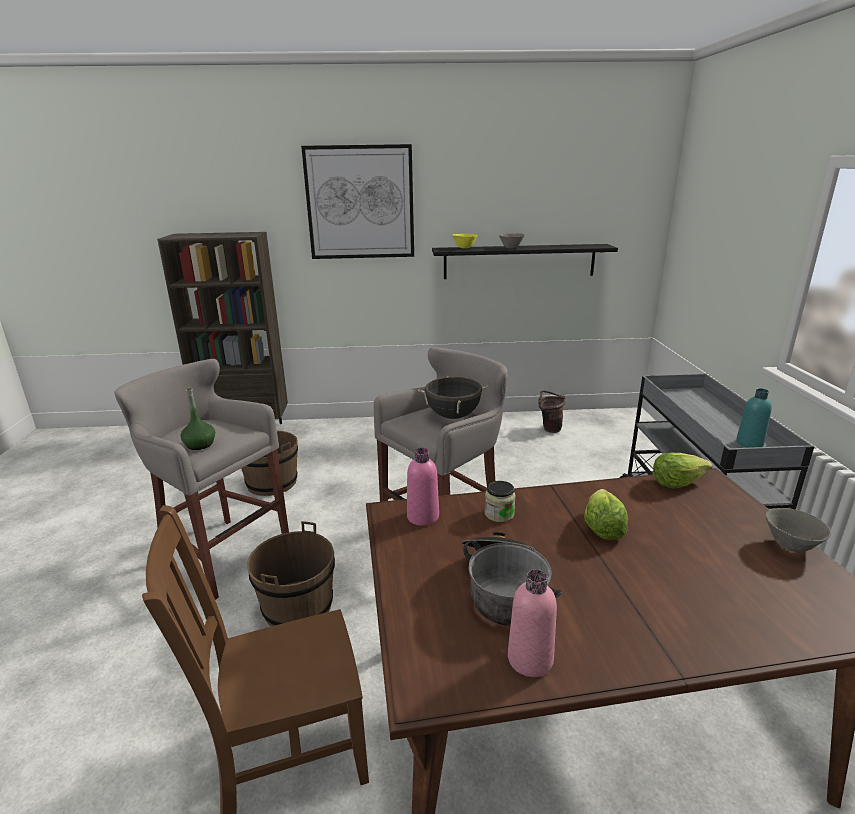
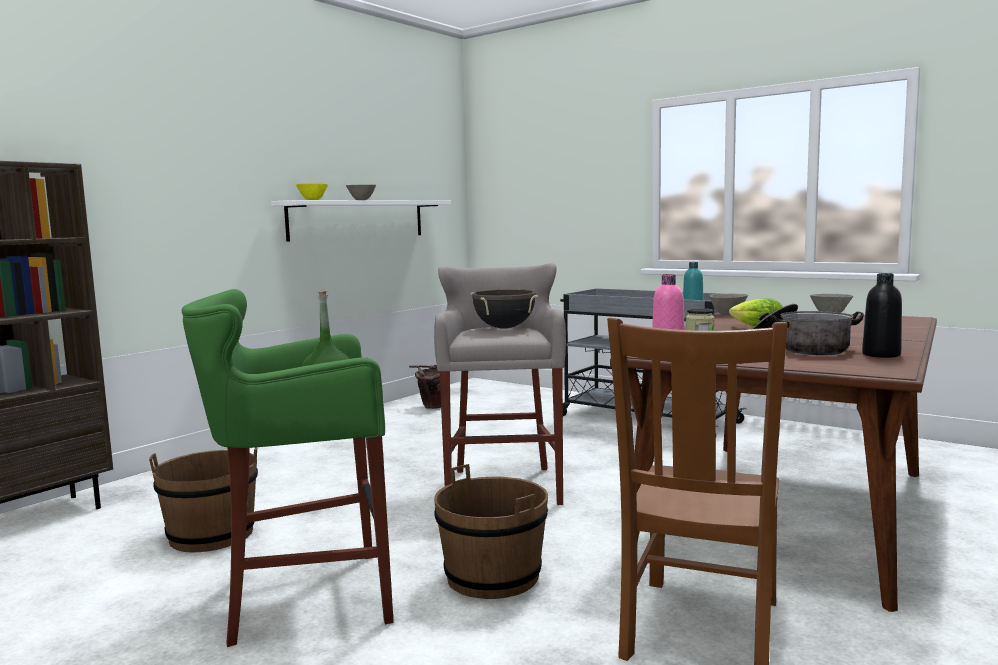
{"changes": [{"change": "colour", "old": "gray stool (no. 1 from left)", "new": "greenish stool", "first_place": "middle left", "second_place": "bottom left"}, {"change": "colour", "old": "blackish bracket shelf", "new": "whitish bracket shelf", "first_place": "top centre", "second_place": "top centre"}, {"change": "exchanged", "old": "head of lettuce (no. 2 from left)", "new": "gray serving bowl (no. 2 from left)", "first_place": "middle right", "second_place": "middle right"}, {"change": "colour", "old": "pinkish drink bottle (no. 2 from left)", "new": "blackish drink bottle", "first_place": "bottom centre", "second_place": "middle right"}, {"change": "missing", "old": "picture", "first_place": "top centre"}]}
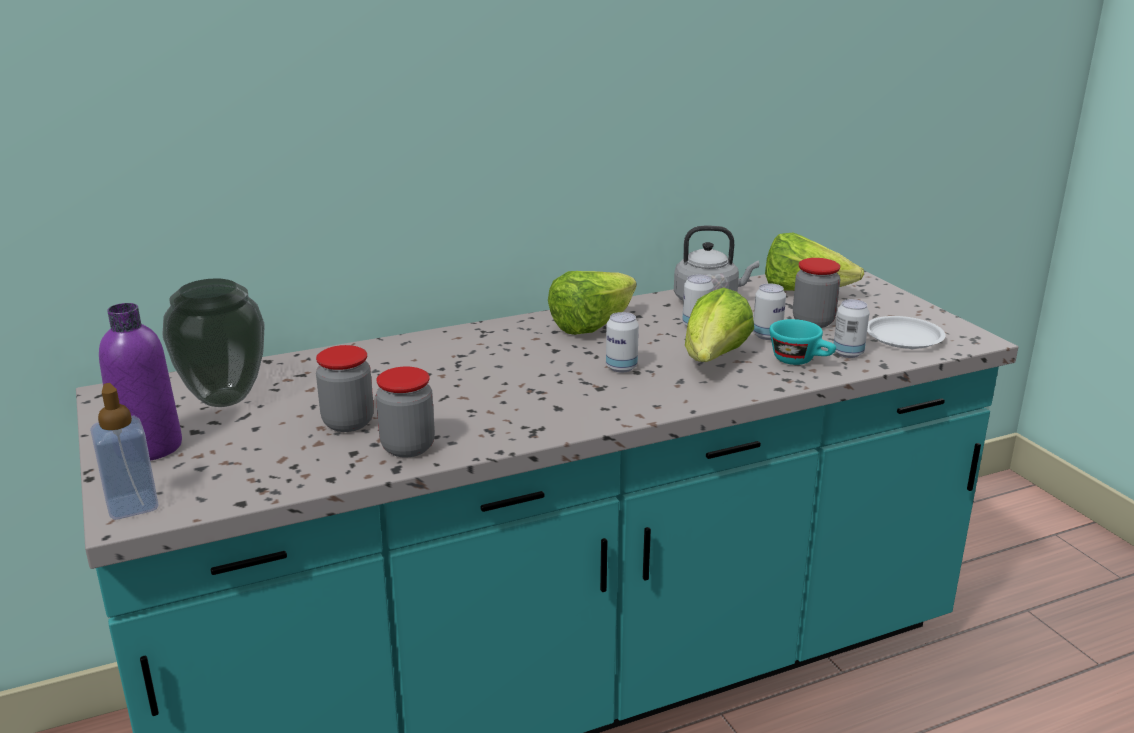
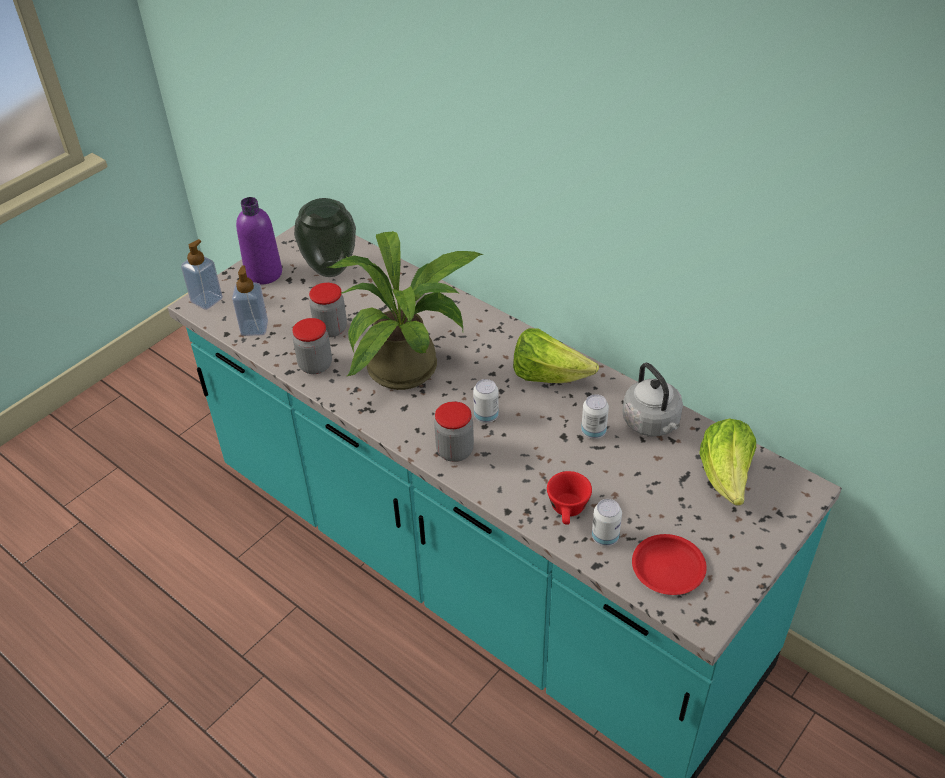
{"changes": [{"change": "appeared", "new": "soap bottle (no. 2 from left)", "second_place": "middle left"}, {"change": "appeared", "new": "houseplant", "second_place": "centre"}, {"change": "relocated", "old": "jar (no. 3 from left)", "first_place": "middle right", "second_place": "centre"}, {"change": "colour", "old": "blue-green cup", "new": "reddish cup", "first_place": "middle right", "second_place": "centre"}, {"change": "colour", "old": "whitish flat dish", "new": "reddish flat dish", "first_place": "middle right", "second_place": "bottom right"}, {"change": "missing", "old": "head of lettuce (no. 2 from left)", "first_place": "centre"}, {"change": "missing", "old": "sealed can (no. 3 from left)", "first_place": "middle right"}]}
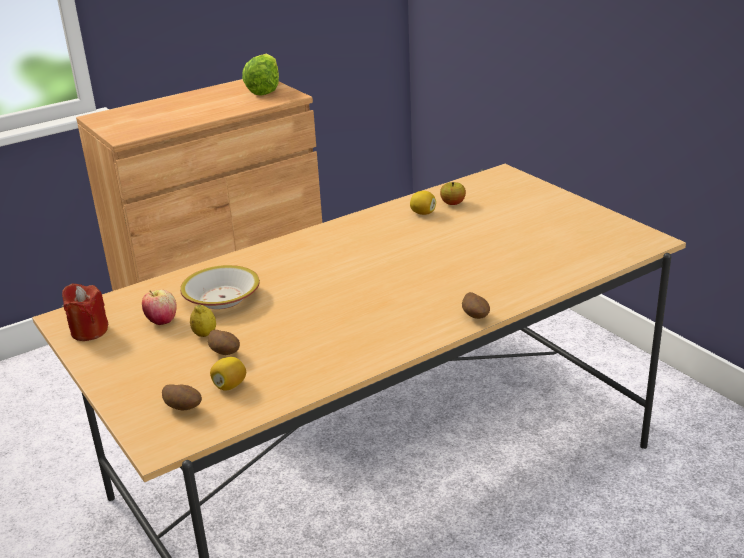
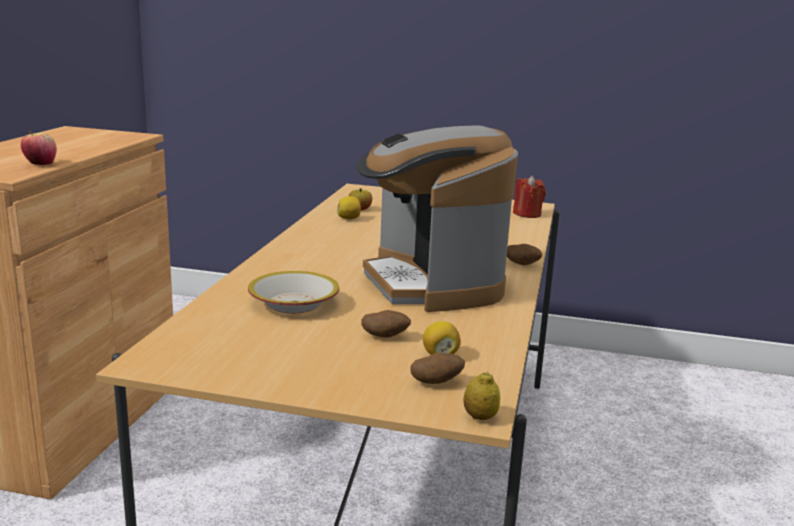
{"changes": [{"change": "relocated", "old": "apple (no. 1 from left)", "first_place": "middle left", "second_place": "top left"}, {"change": "appeared", "new": "coffee machine", "second_place": "centre"}, {"change": "relocated", "old": "whole lemon (no. 1 from left in the first image)", "new": "whole lemon (no. 3 from left)", "first_place": "middle left", "second_place": "bottom centre"}, {"change": "relocated", "old": "reddish candle", "first_place": "middle left", "second_place": "centre"}, {"change": "missing", "old": "head of lettuce", "first_place": "top centre"}]}
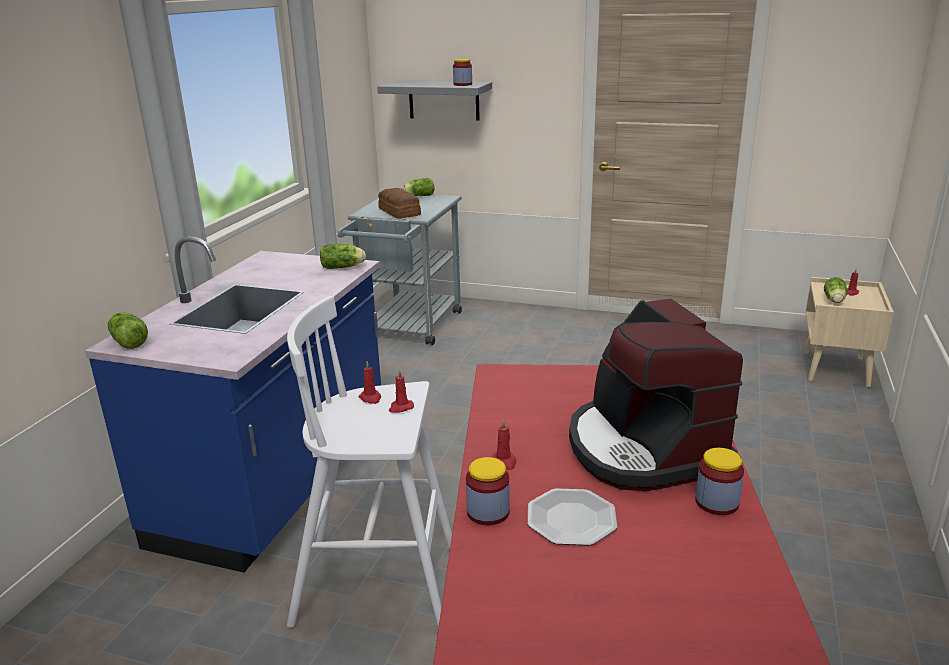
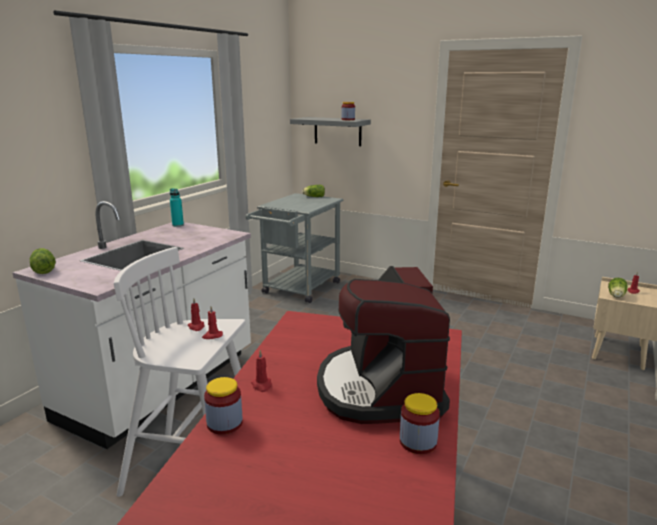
{"changes": [{"change": "colour", "old": "bluish kitchen base unit", "new": "whitish kitchen base unit", "first_place": "middle left", "second_place": "middle left"}, {"change": "appeared", "new": "blue-green drink bottle", "second_place": "middle left"}, {"change": "missing", "old": "head of lettuce (no. 2 from left)", "first_place": "centre"}, {"change": "missing", "old": "bread", "first_place": "top centre"}, {"change": "missing", "old": "flat dish", "first_place": "bottom centre"}]}
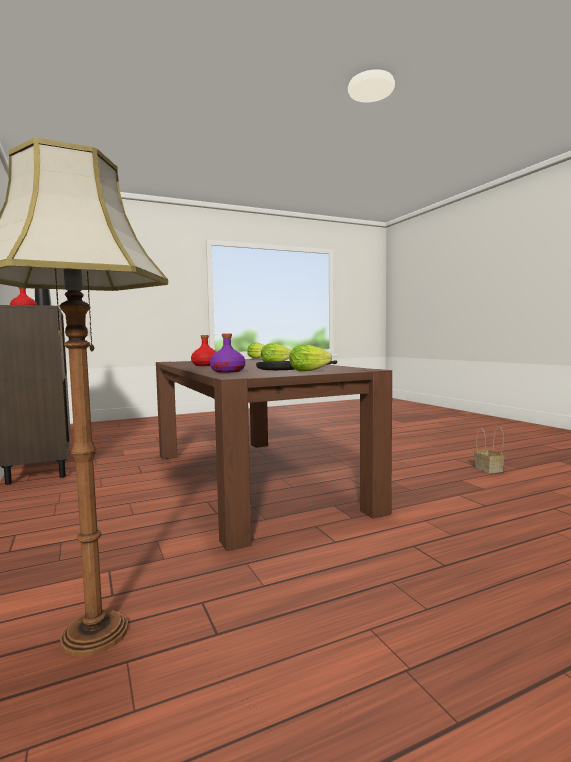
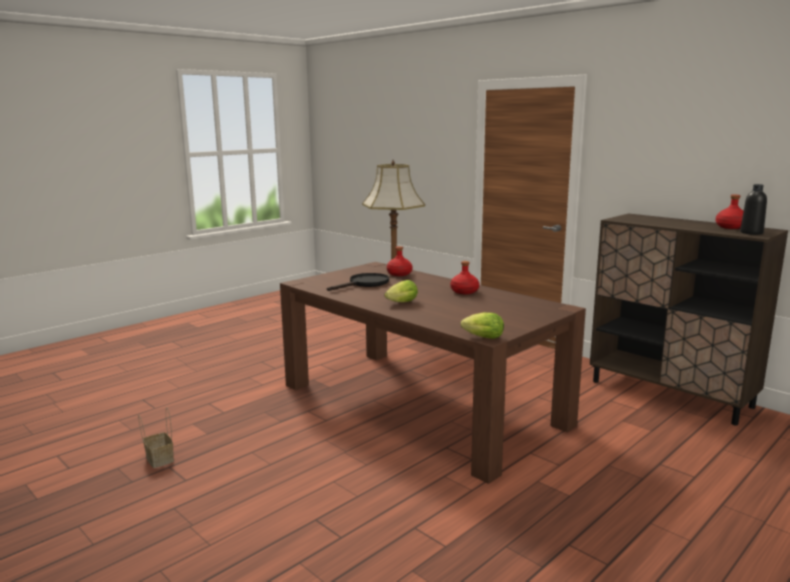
{"changes": [{"change": "colour", "old": "purplish drink bottle", "new": "reddish drink bottle (no. 1 from left)", "first_place": "centre", "second_place": "centre"}, {"change": "missing", "old": "head of lettuce (no. 3 from left)", "first_place": "centre"}]}
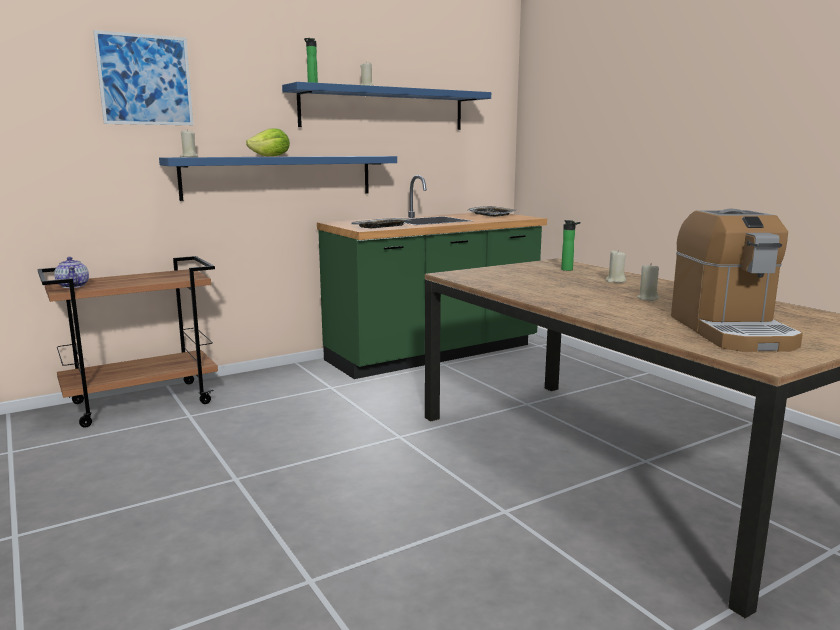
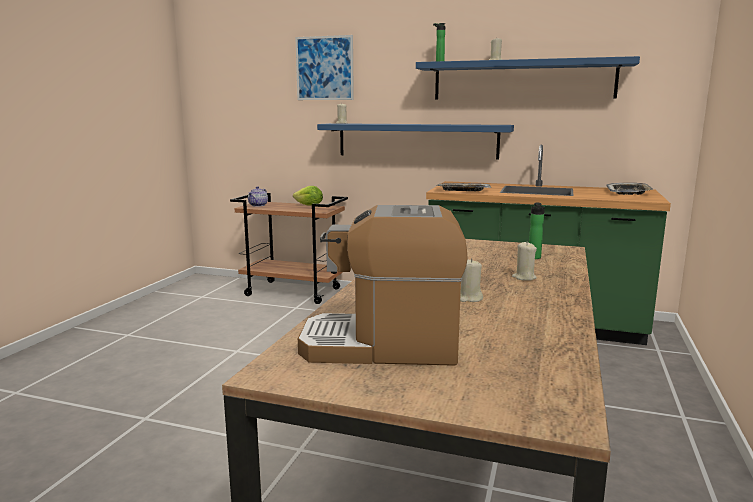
{"changes": [{"change": "relocated", "old": "head of lettuce", "first_place": "top left", "second_place": "centre"}, {"change": "spun", "old": "coffee machine", "first_place": "middle right", "second_place": "centre", "degrees": 45}]}
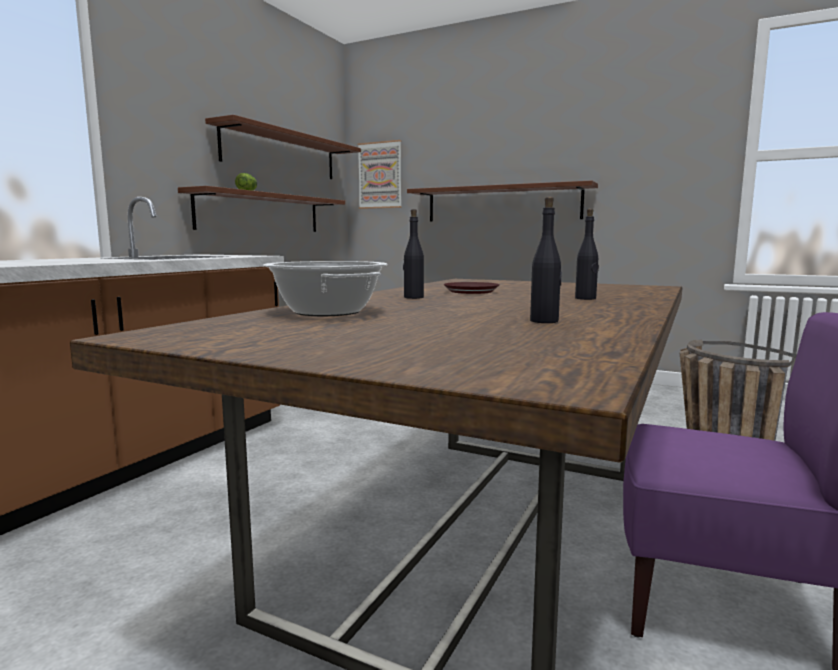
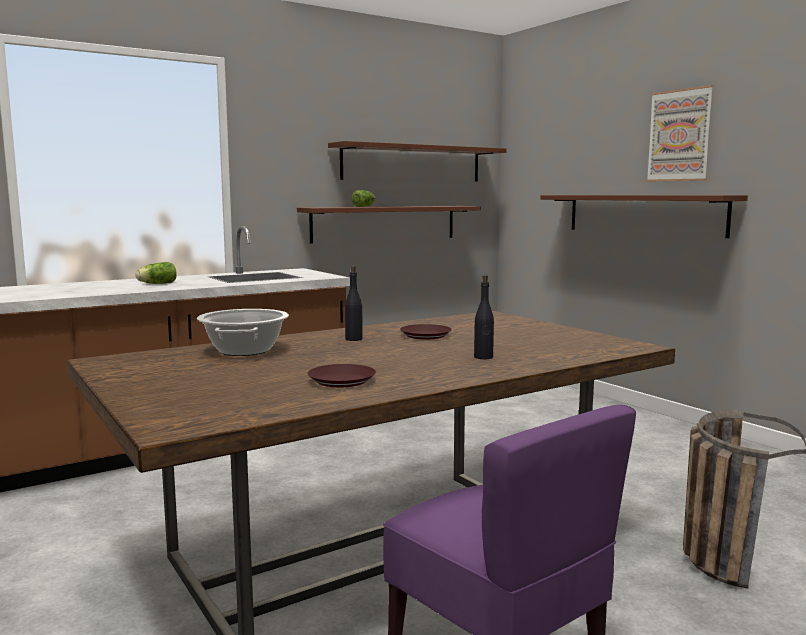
{"changes": [{"change": "appeared", "new": "head of lettuce (no. 1 from left)", "second_place": "middle left"}, {"change": "exchanged", "old": "blackish drink bottle (no. 2 from left)", "new": "brownish flat dish (no. 1 from left)", "first_place": "centre", "second_place": "centre"}, {"change": "relocated", "old": "picture", "first_place": "top centre", "second_place": "top right"}]}
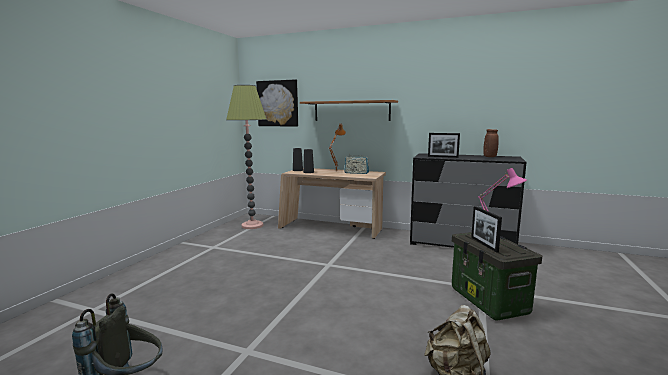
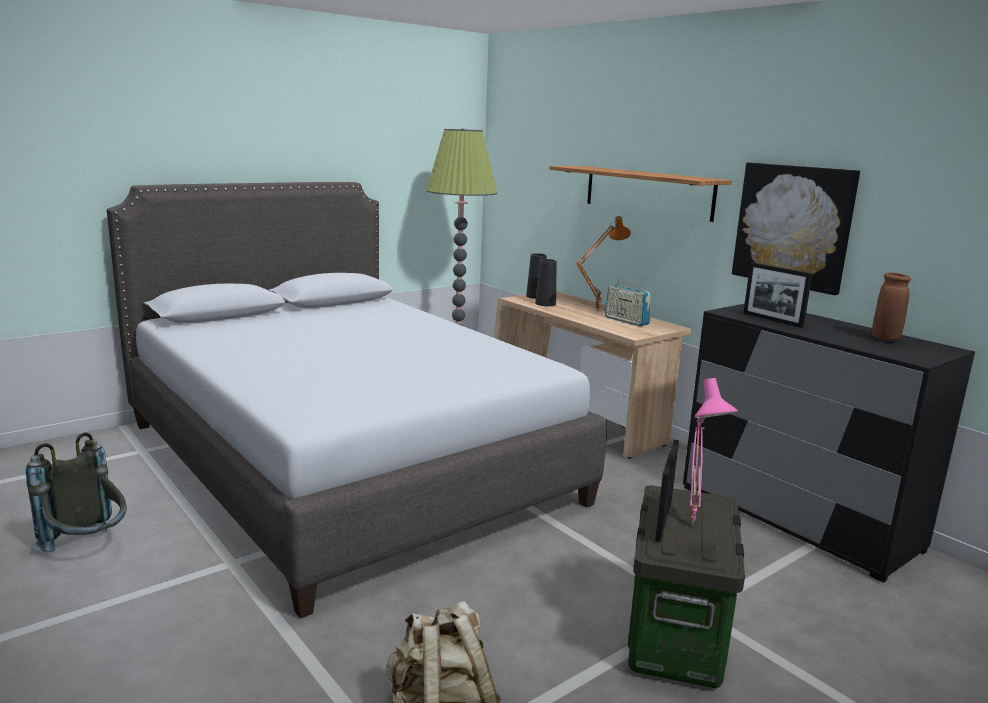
{"changes": [{"change": "appeared", "new": "gray bed", "second_place": "centre"}, {"change": "relocated", "old": "picture", "first_place": "top centre", "second_place": "top right"}]}
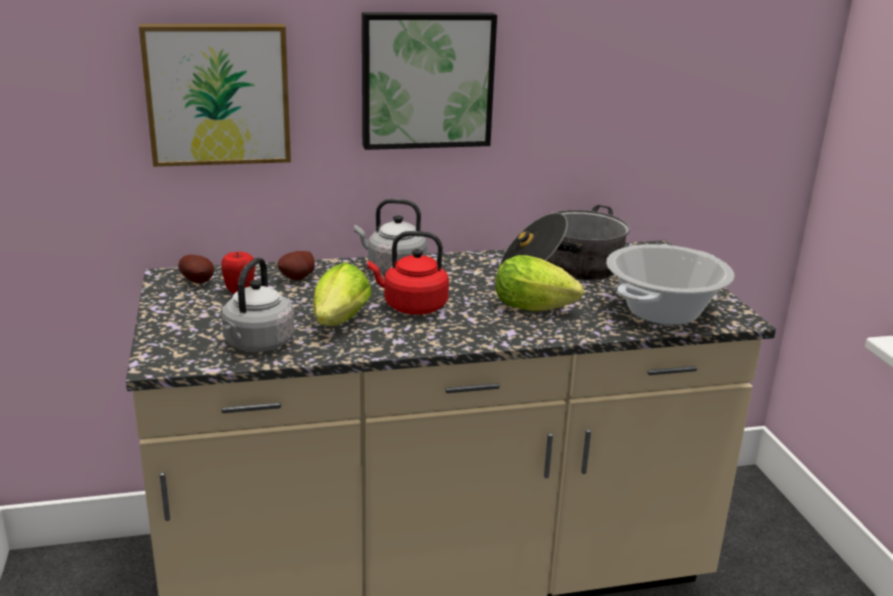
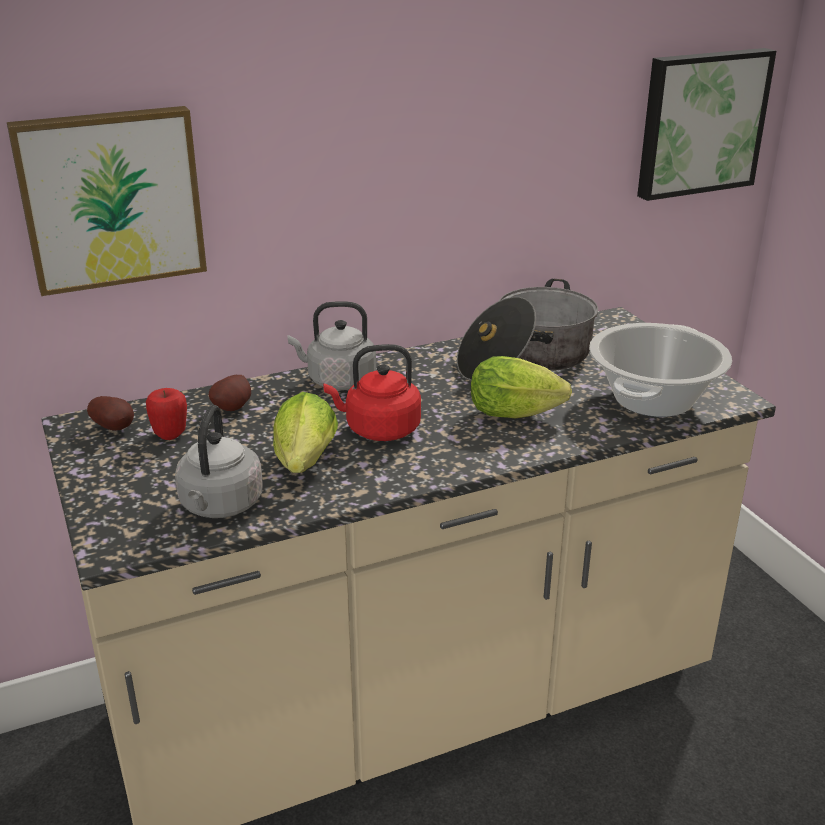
{"changes": [{"change": "relocated", "old": "picture (no. 2 from left)", "first_place": "top centre", "second_place": "top right"}]}
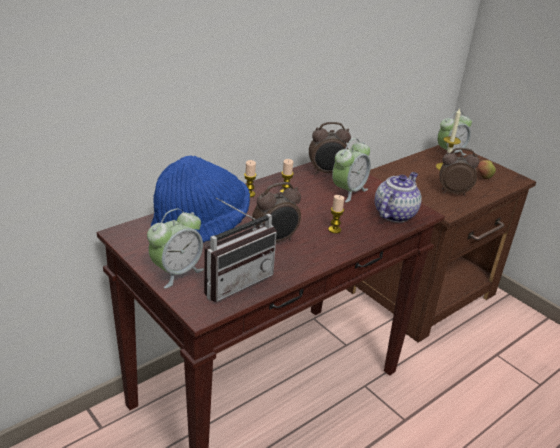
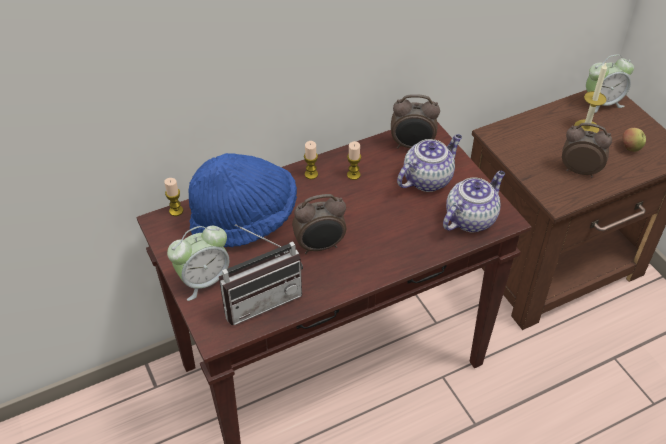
{"changes": [{"change": "relocated", "old": "candle (no. 3 from left in the first image)", "new": "candle (no. 1 from left)", "first_place": "centre", "second_place": "middle left"}, {"change": "exchanged", "old": "table clock (no. 4 from left)", "new": "pot for tea (no. 1 from left)", "first_place": "centre", "second_place": "centre"}]}
